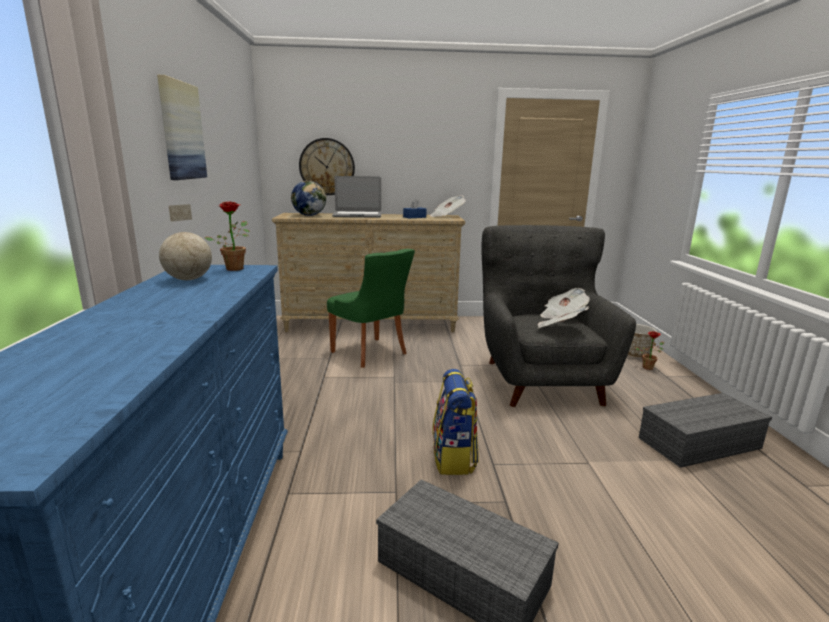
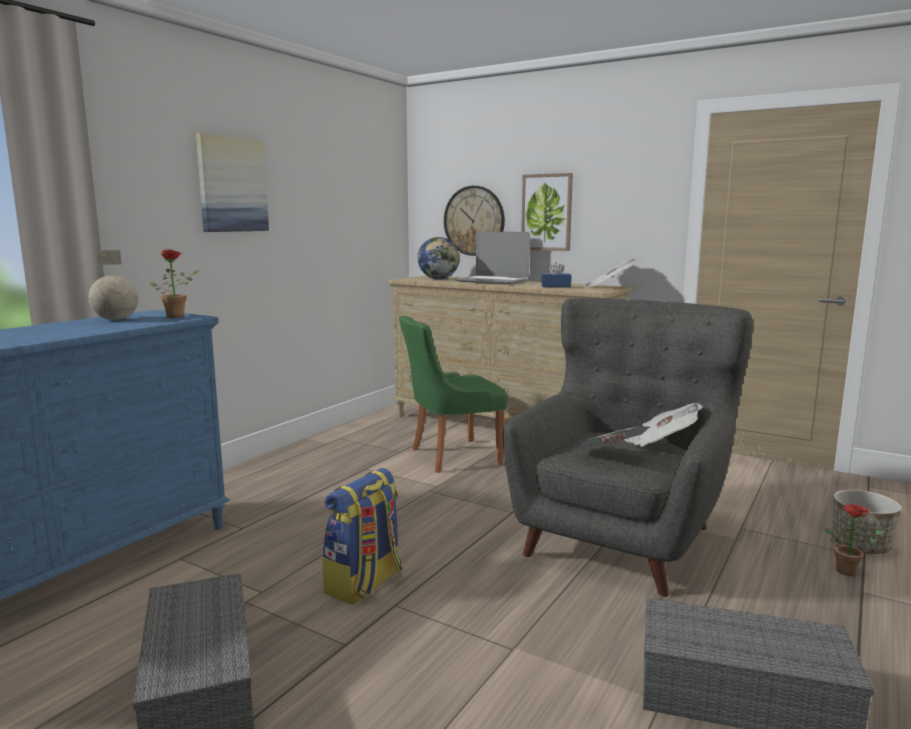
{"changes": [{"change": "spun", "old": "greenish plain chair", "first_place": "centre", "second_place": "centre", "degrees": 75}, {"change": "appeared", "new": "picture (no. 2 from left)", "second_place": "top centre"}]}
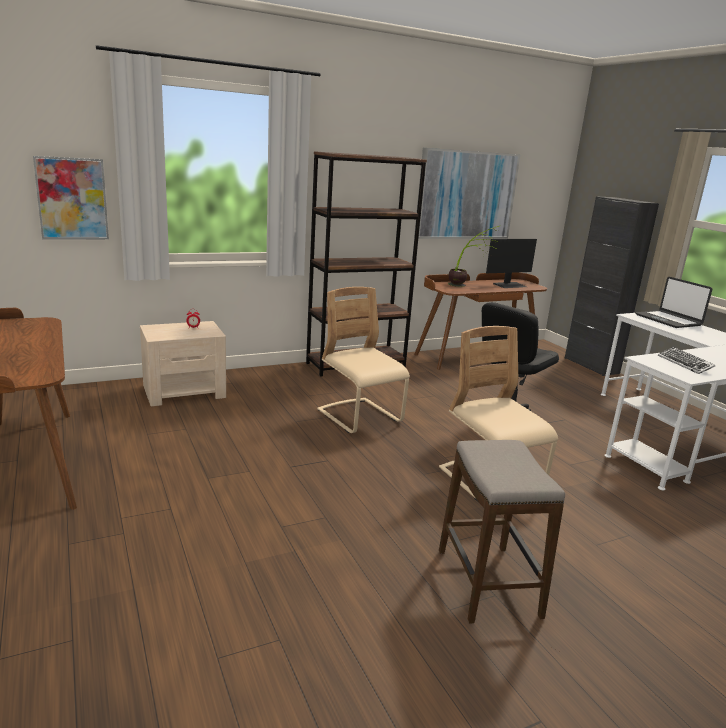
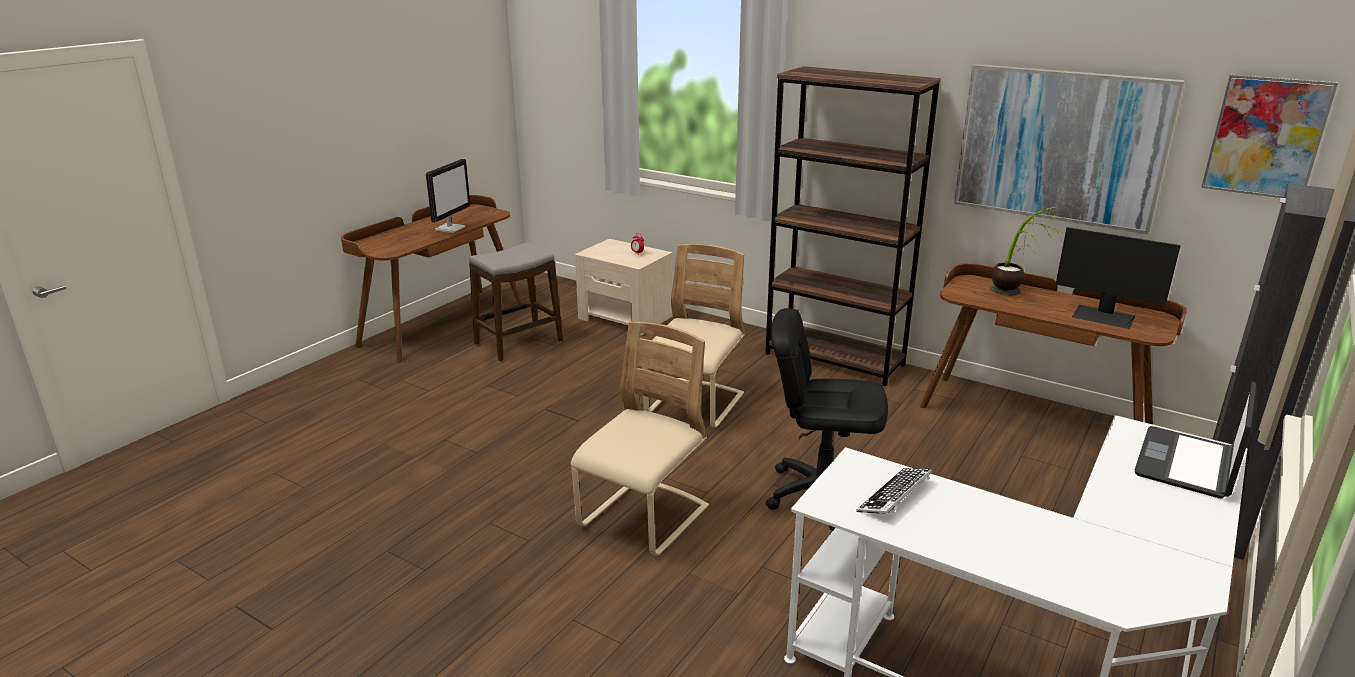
{"changes": [{"change": "appeared", "new": "computer screen (no. 1 from left)", "second_place": "top left"}, {"change": "relocated", "old": "stool", "first_place": "bottom right", "second_place": "centre"}, {"change": "relocated", "old": "picture (no. 1 from left in the first image)", "new": "picture (no. 2 from left)", "first_place": "top left", "second_place": "top right"}]}
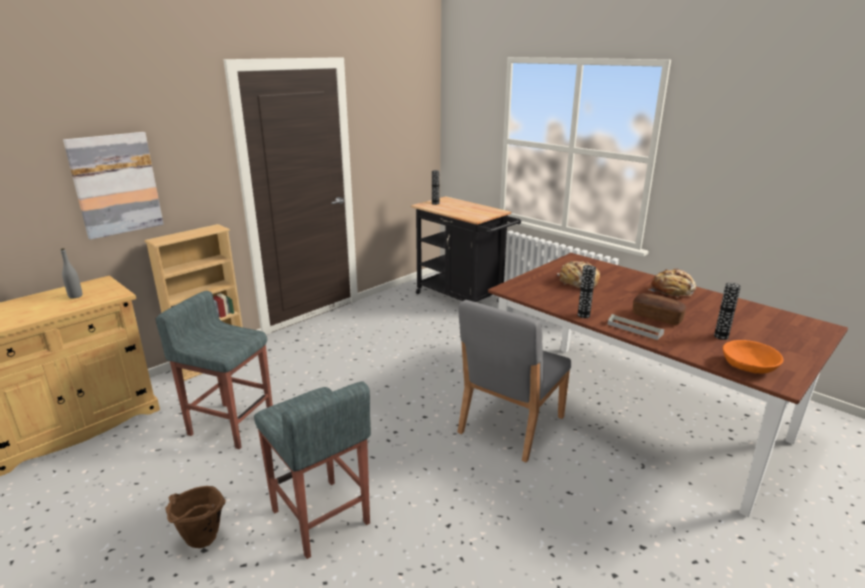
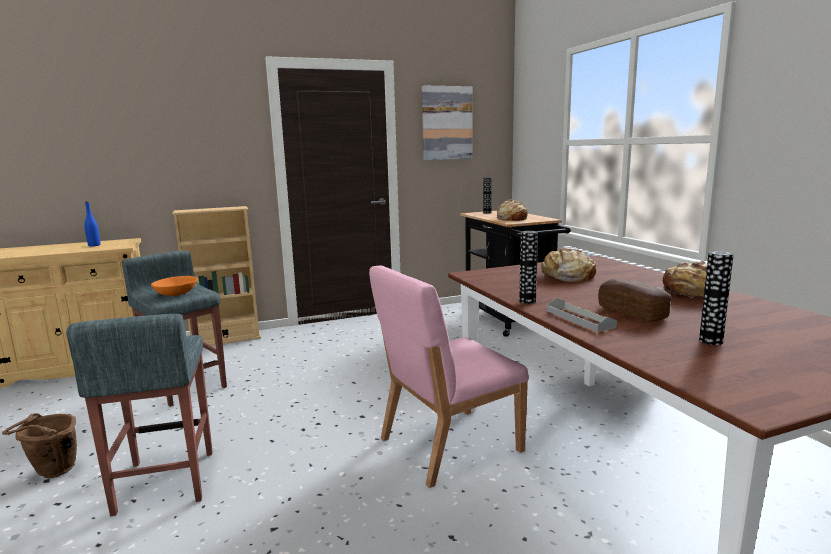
{"changes": [{"change": "colour", "old": "gray drink bottle", "new": "bluish drink bottle", "first_place": "middle left", "second_place": "middle left"}, {"change": "relocated", "old": "orange serving bowl", "first_place": "middle right", "second_place": "middle left"}, {"change": "colour", "old": "gray plain chair", "new": "pinkish plain chair", "first_place": "centre", "second_place": "bottom centre"}, {"change": "relocated", "old": "picture", "first_place": "top left", "second_place": "top centre"}, {"change": "appeared", "new": "bread (no. 1 from left)", "second_place": "centre"}]}
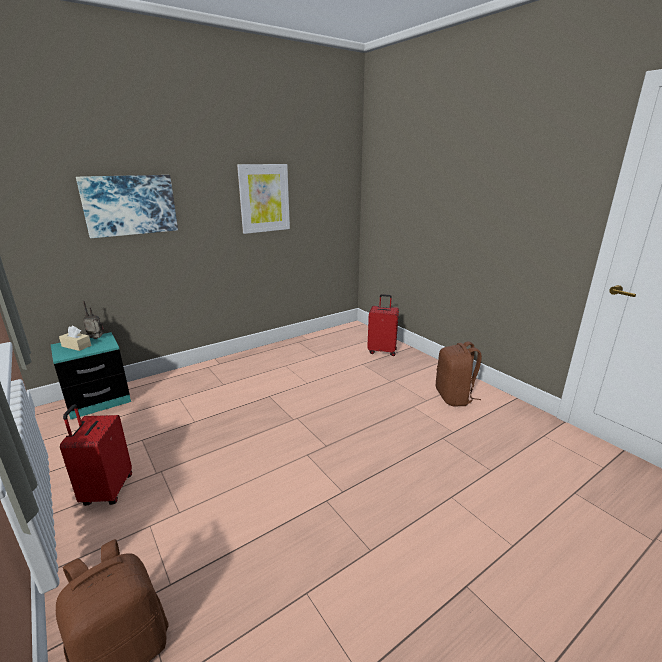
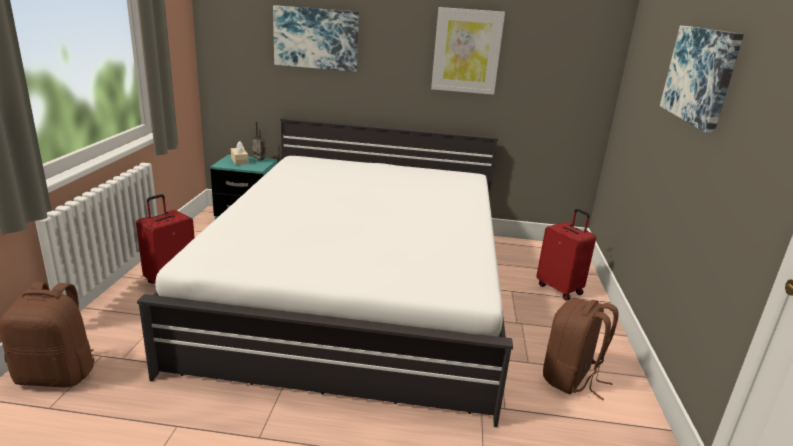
{"changes": [{"change": "appeared", "new": "whitish bed", "second_place": "centre"}, {"change": "appeared", "new": "picture (no. 3 from left)", "second_place": "top right"}]}
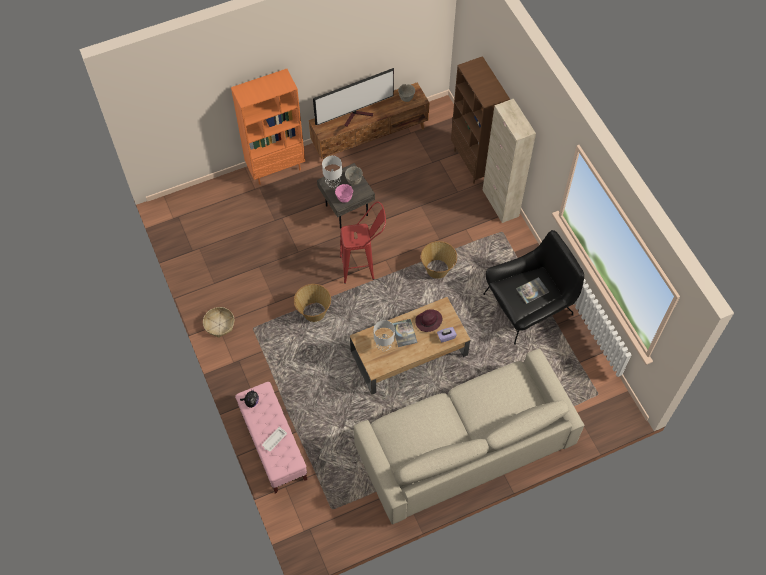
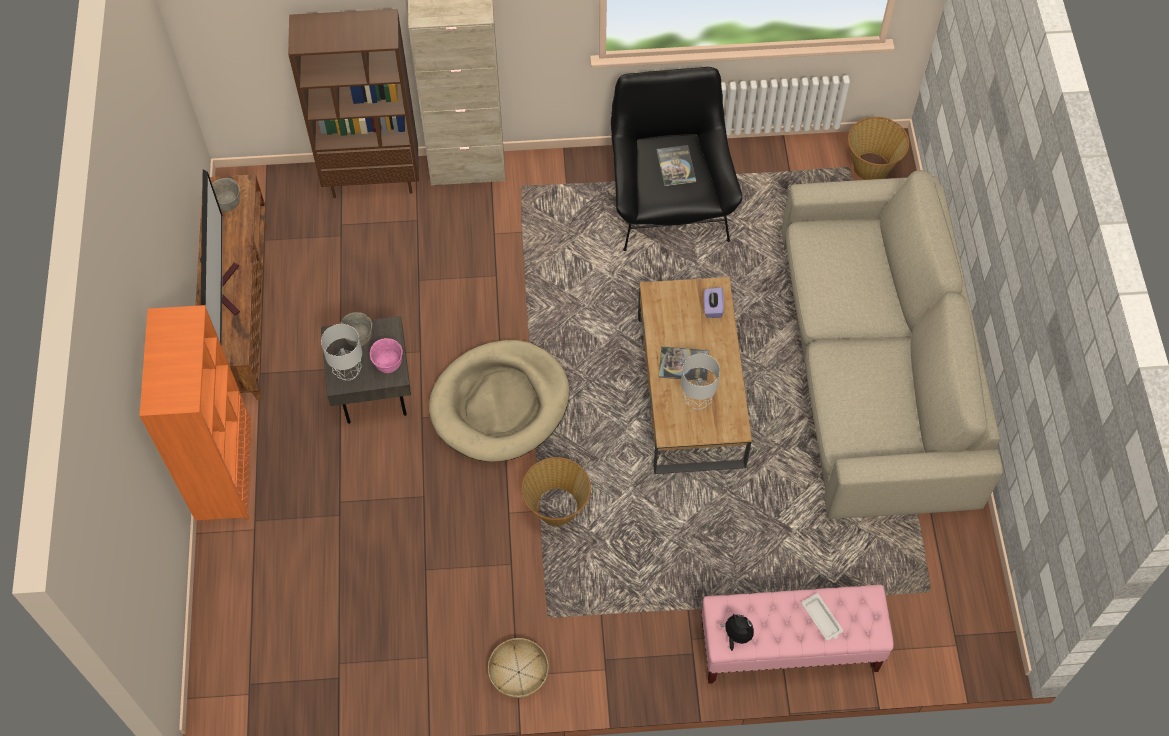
{"changes": [{"change": "exchanged", "old": "reddish stool", "new": "sand-coloured dog bed", "first_place": "centre", "second_place": "centre"}, {"change": "relocated", "old": "basket (no. 3 from left)", "first_place": "centre", "second_place": "top right"}, {"change": "missing", "old": "purplish hat", "first_place": "centre"}]}
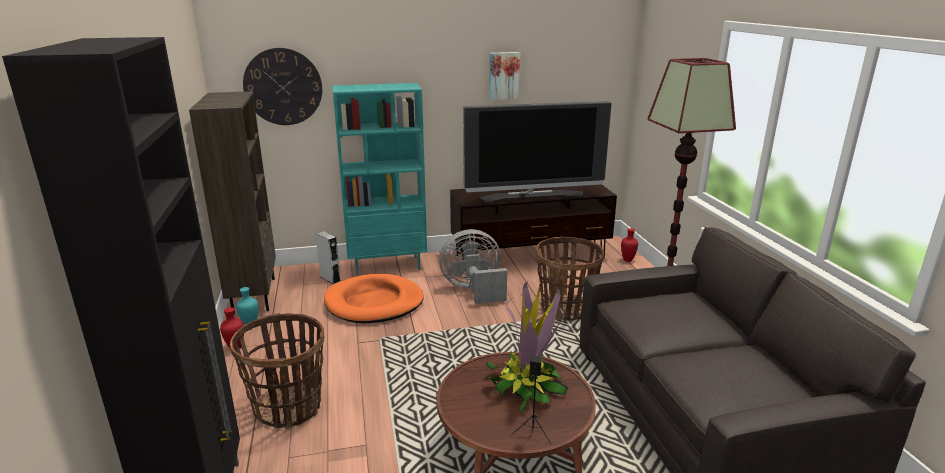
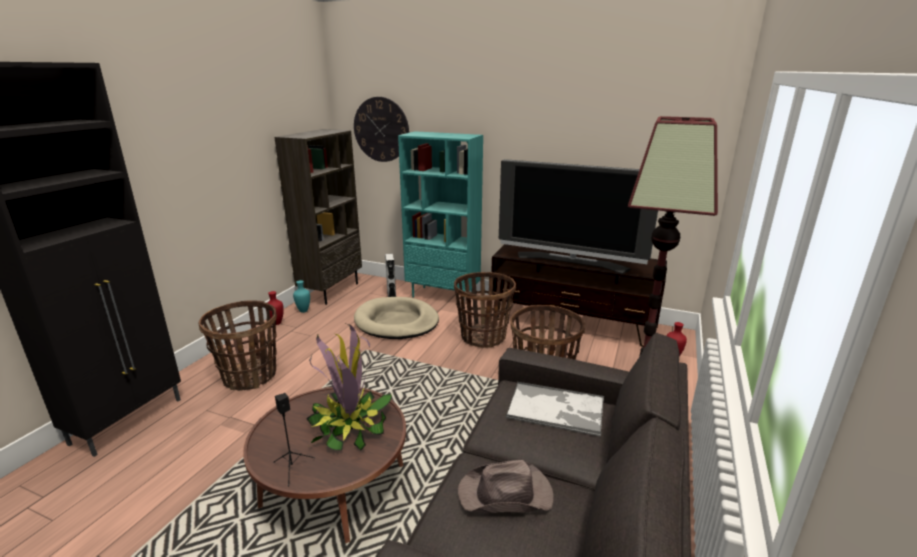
{"changes": [{"change": "colour", "old": "orange dog bed", "new": "sand-coloured dog bed", "first_place": "centre", "second_place": "centre"}, {"change": "exchanged", "old": "gray electric fan", "new": "basket (no. 2 from left)", "first_place": "centre", "second_place": "centre"}, {"change": "appeared", "new": "brownish hat", "second_place": "bottom centre"}, {"change": "appeared", "new": "serving tray", "second_place": "bottom centre"}, {"change": "missing", "old": "picture", "first_place": "top centre"}]}
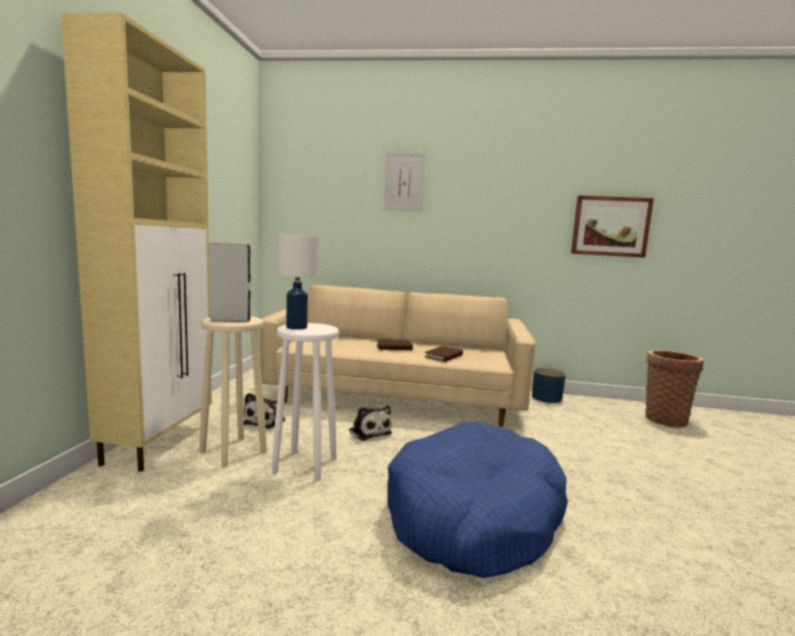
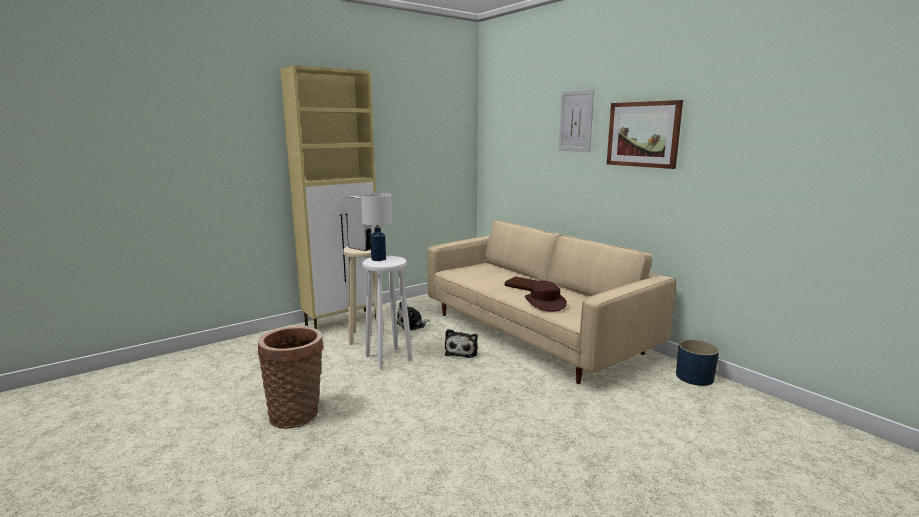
{"changes": [{"change": "relocated", "old": "basket", "first_place": "middle right", "second_place": "bottom left"}, {"change": "exchanged", "old": "brownish volume (no. 2 from left)", "new": "brownish hat", "first_place": "centre", "second_place": "centre"}, {"change": "relocated", "old": "picture (no. 2 from left)", "first_place": "middle right", "second_place": "top right"}, {"change": "missing", "old": "bluish dog bed", "first_place": "bottom centre"}]}
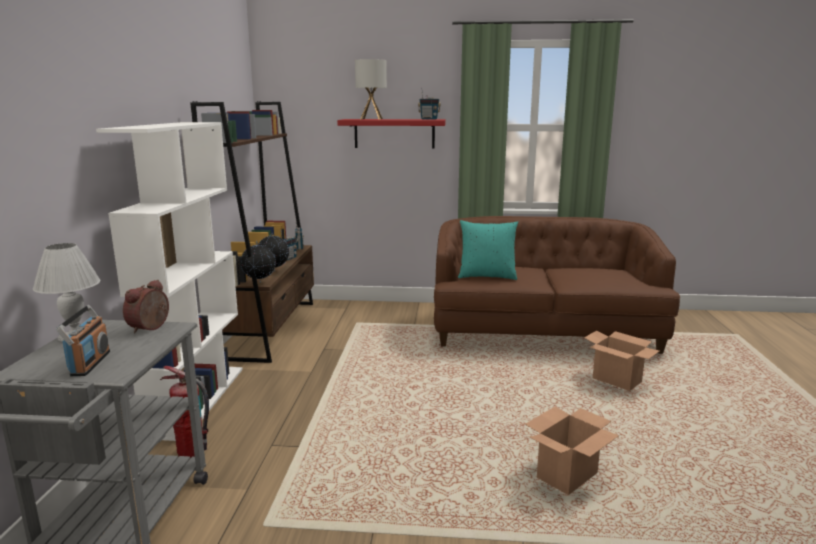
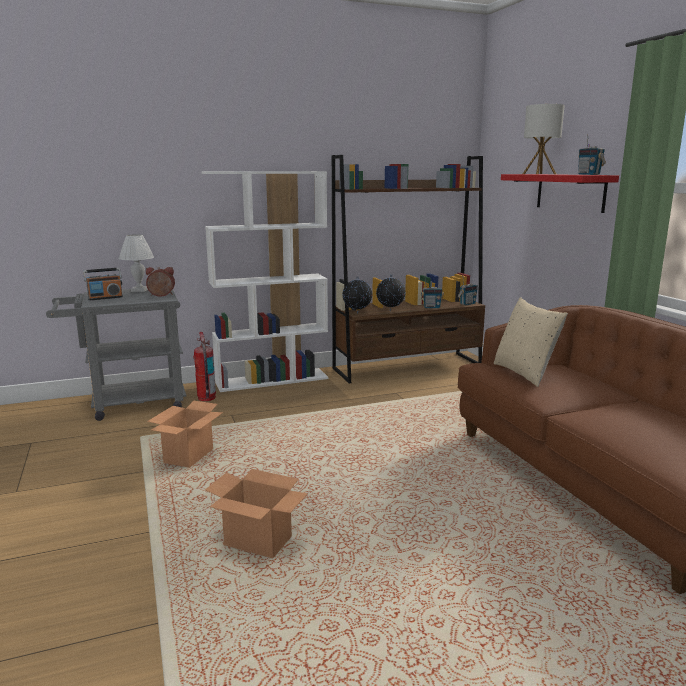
{"changes": [{"change": "relocated", "old": "packing box (no. 2 from left in the first image)", "new": "packing box (no. 1 from left)", "first_place": "middle right", "second_place": "middle left"}, {"change": "colour", "old": "blue-green throw pillow", "new": "sand-coloured throw pillow", "first_place": "centre", "second_place": "middle right"}]}
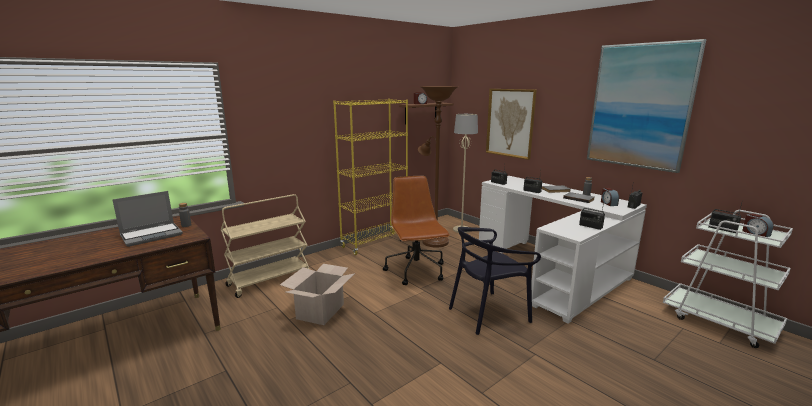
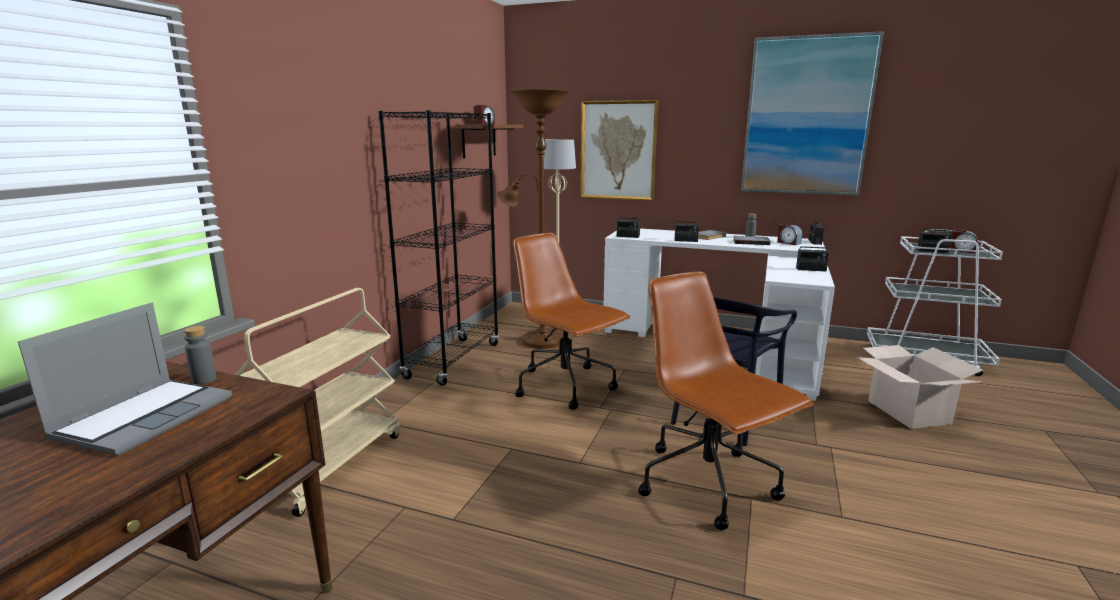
{"changes": [{"change": "colour", "old": "yellow bookcase", "new": "blackish bookcase", "first_place": "centre", "second_place": "centre"}, {"change": "appeared", "new": "brownish office chair (no. 2 from left)", "second_place": "bottom centre"}, {"change": "relocated", "old": "packing box", "first_place": "bottom centre", "second_place": "middle right"}]}
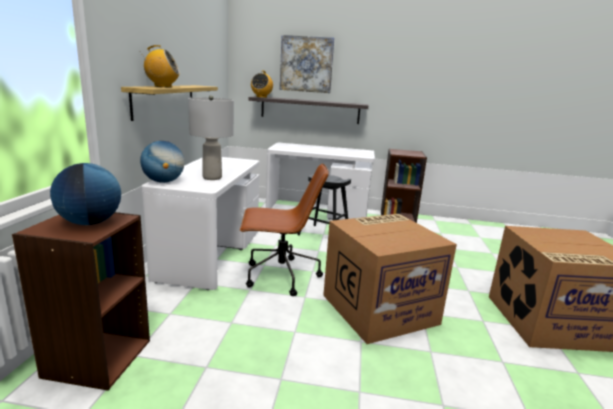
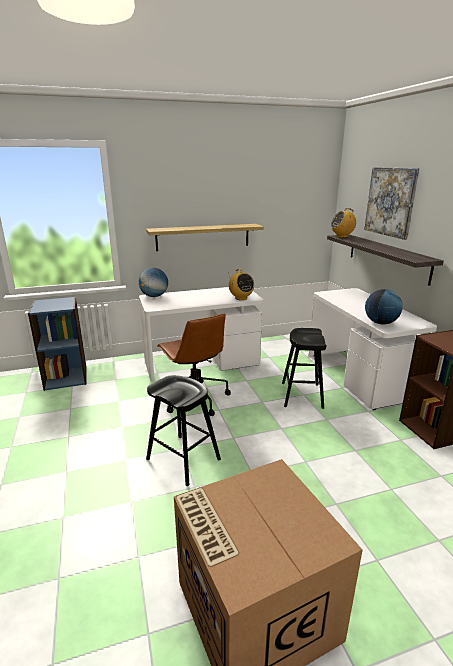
{"changes": [{"change": "colour", "old": "brownish bookcase (no. 1 from left)", "new": "bluish bookcase", "first_place": "bottom left", "second_place": "middle left"}, {"change": "exchanged", "old": "packing box (no. 1 from left)", "new": "blackish stool (no. 1 from left)", "first_place": "bottom centre", "second_place": "centre"}, {"change": "relocated", "old": "radio (no. 1 from left)", "first_place": "top left", "second_place": "centre"}, {"change": "relocated", "old": "globe (no. 1 from left in the first image)", "new": "globe (no. 2 from left)", "first_place": "middle left", "second_place": "middle right"}, {"change": "missing", "old": "gray table lamp", "first_place": "centre"}]}
